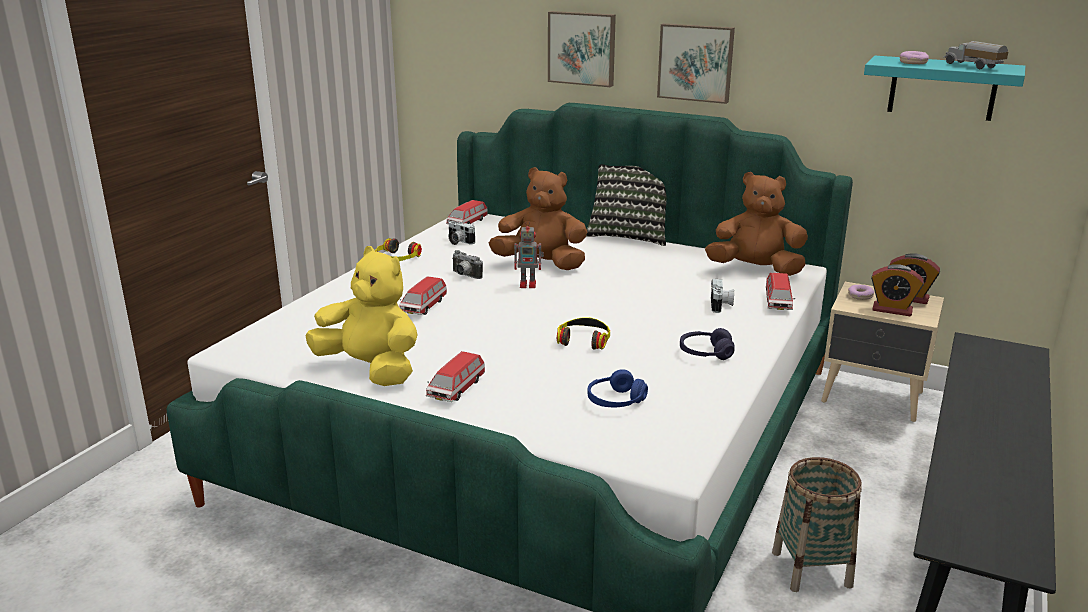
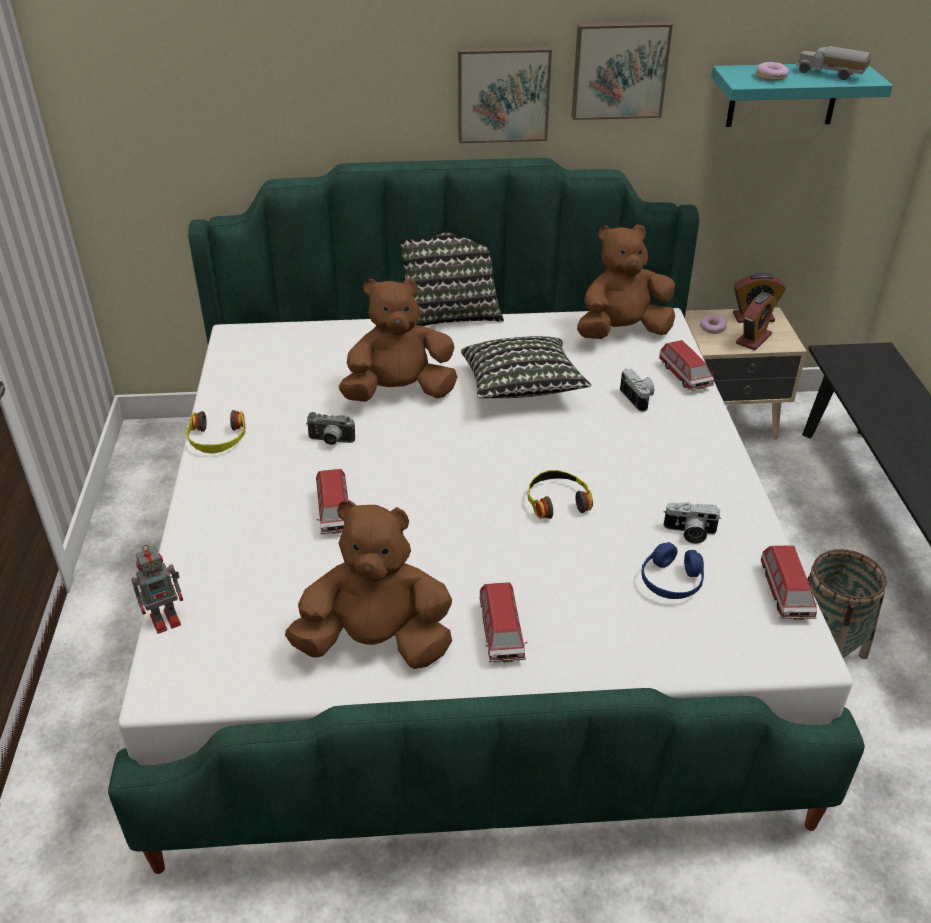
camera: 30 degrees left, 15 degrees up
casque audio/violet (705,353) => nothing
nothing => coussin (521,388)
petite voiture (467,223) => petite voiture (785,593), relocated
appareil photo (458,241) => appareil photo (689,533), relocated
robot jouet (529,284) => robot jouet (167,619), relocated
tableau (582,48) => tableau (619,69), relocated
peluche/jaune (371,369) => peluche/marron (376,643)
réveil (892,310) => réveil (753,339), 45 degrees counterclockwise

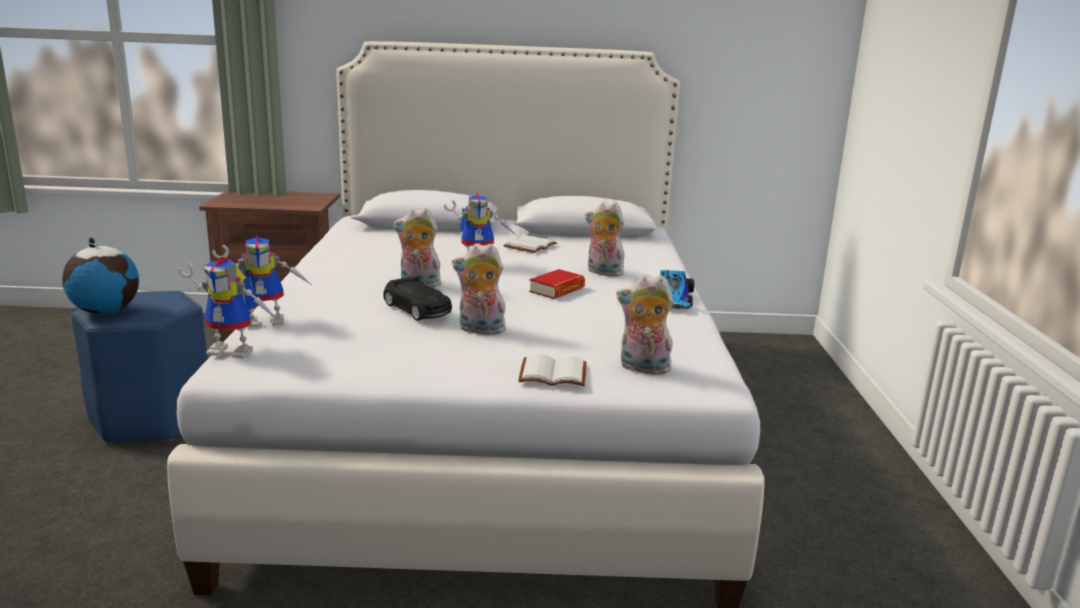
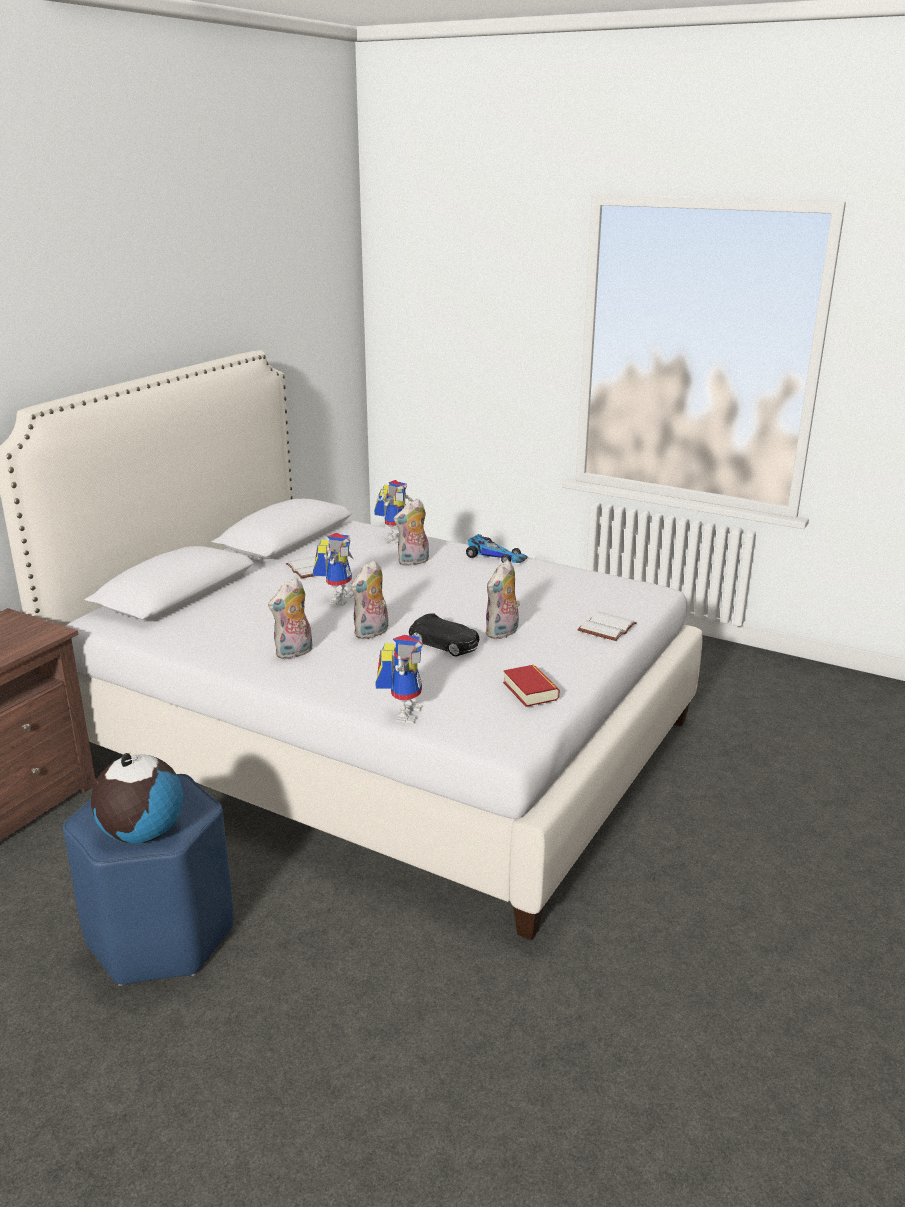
camera: 60 degrees left, 5 degrees up
robot jouet (236,350) => robot jouet (396,537), relocated
livre (557,290) => livre (530,691), relocated
peluche (642,368) => peluche (294,653), relocated
petite voiture/noir (417,309) => petite voiture/noir (445,644), 45 degrees clockwise

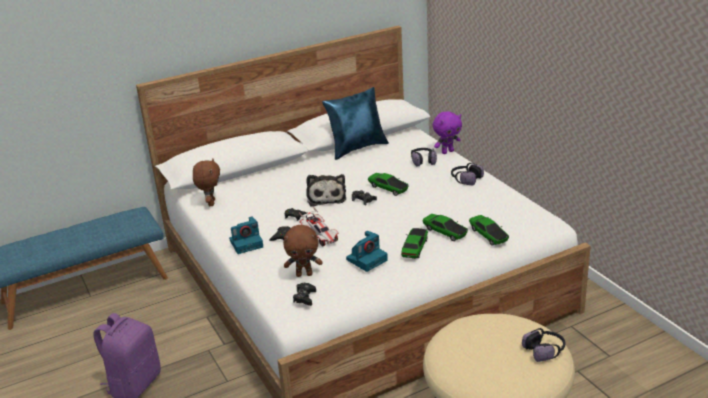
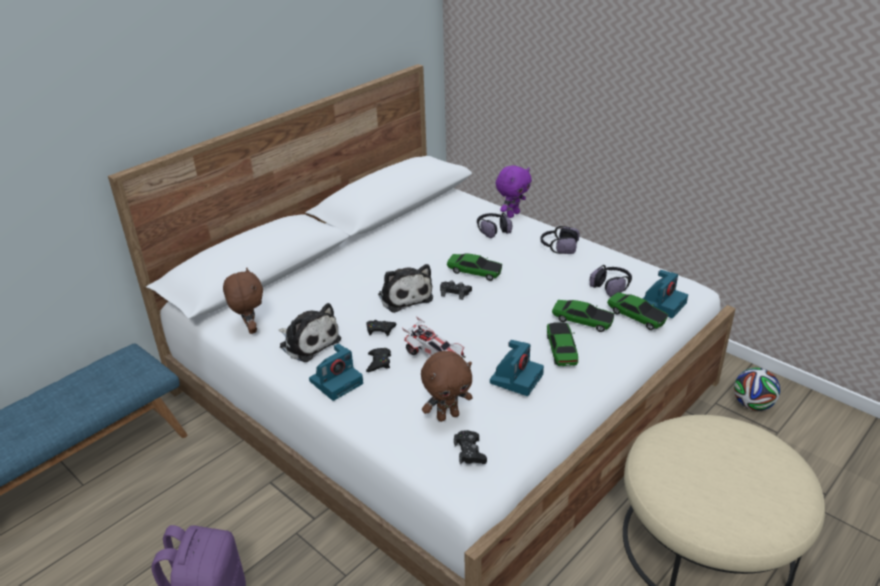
camera: 20 degrees left, 5 degrees up
coussin/bleu (357,148) => nothing
nothing => peluche (308,342)
nothing => appareil photo (662,303)
nothing => ballon de foot (752,405)
casque audio (545,350) => casque audio (611,286), relocated

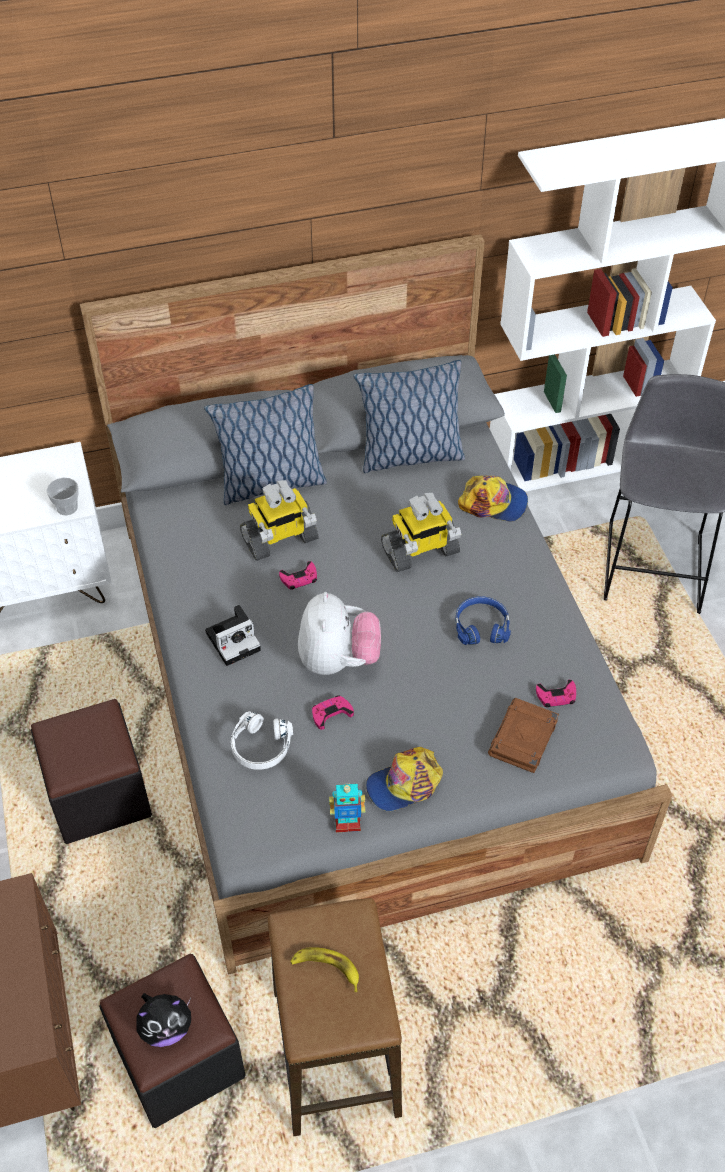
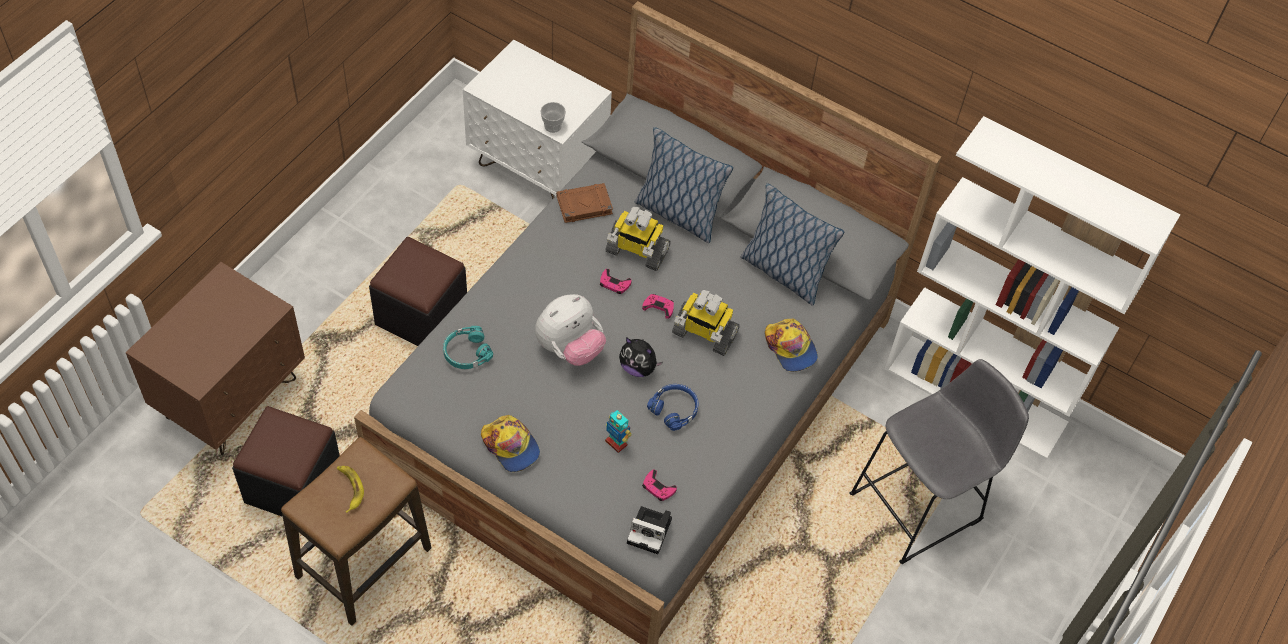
camera: 45 degrees right, 5 degrees up
peluche (166,1027) => peluche (638,368), relocated
appareil photo (234,640) => appareil photo (651,531), relocated
manette/rose (331,713) => manette/rose (659,307), relocated
robot jouet (347,823) => robot jouet (616,443), relocated
livre/marron (523,739) => livre/marron (583,205), relocated
casque audio/blanc (260,747) => casque audio/turquoise (466,352)
casquette (404,784) => casquette (511,446), 150 degrees counterclockwise

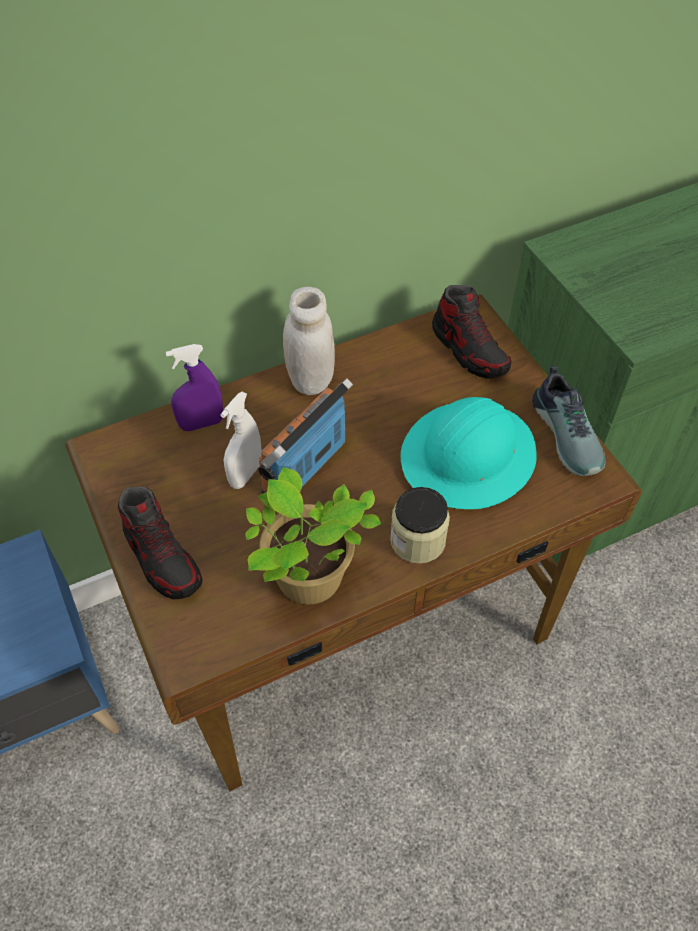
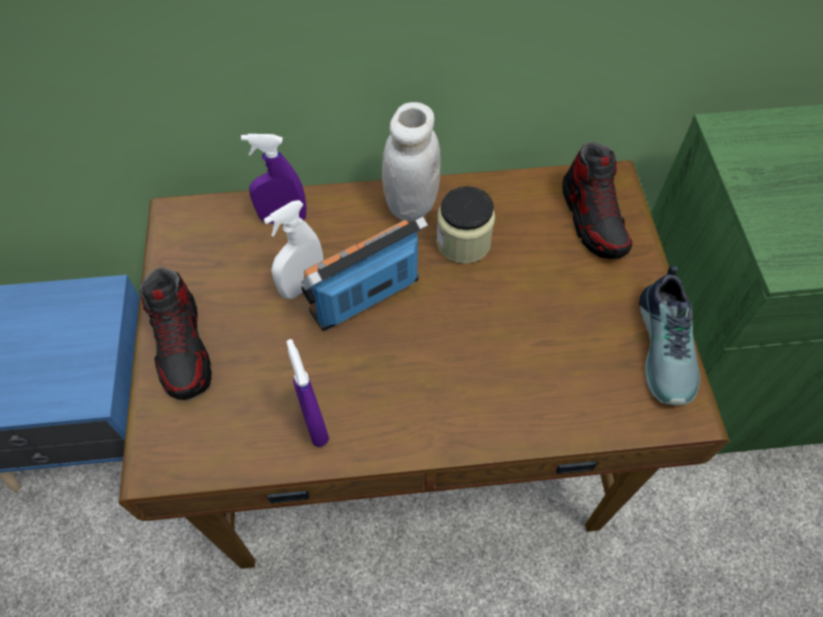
camera: 20 degrees right, 5 degrees up
casque de chantier/turquoise (469,457) => nothing
bocal (417,540) => bocal (463,242), relocated
plante en pot (309,582) => vaporisateur/violet (315,423)

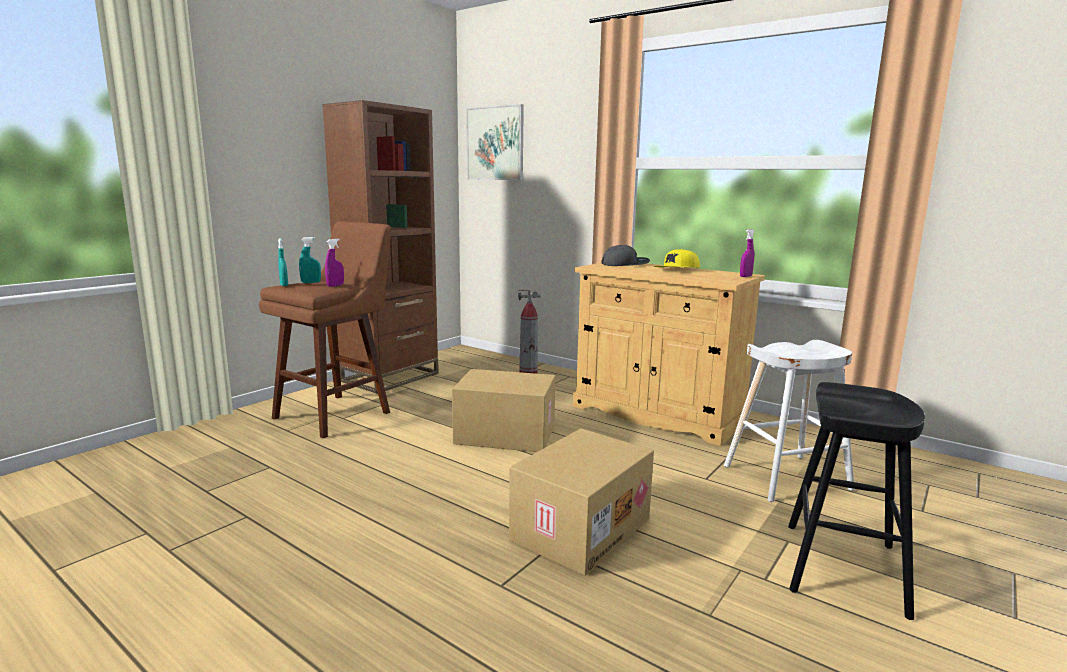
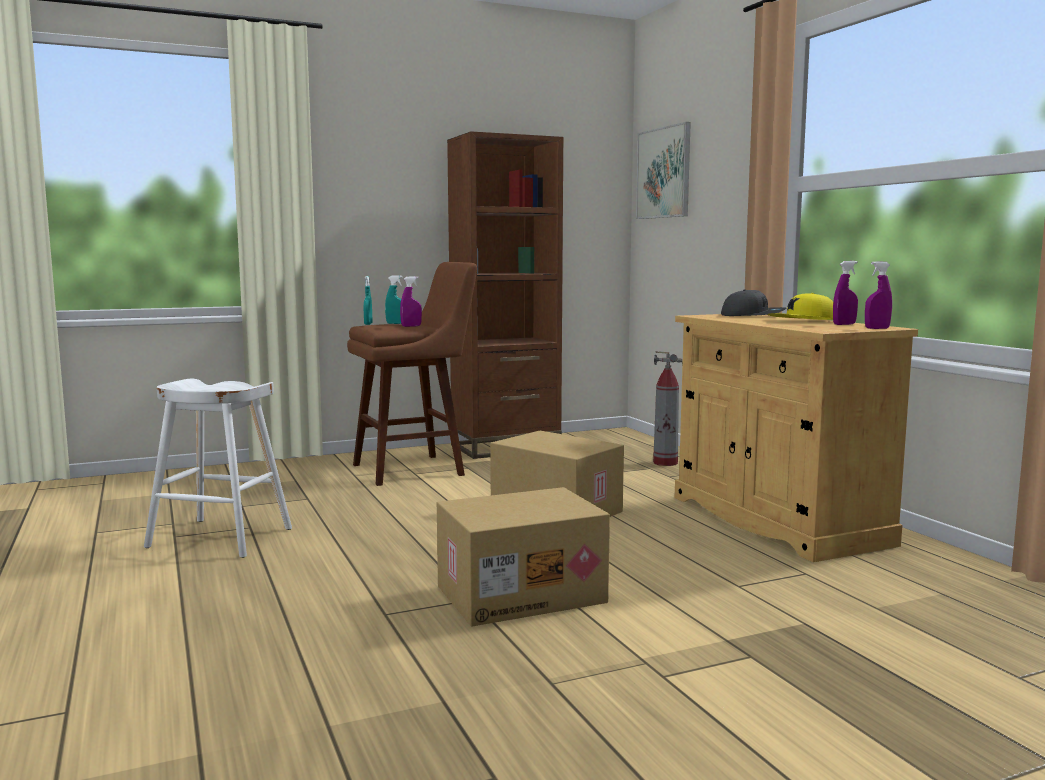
camera: 30 degrees right, 5 degrees down
tabouret/noir (843,567) => nothing
nothing => vaporisateur/violet (844,324)
tabouret/blanc (786,477) => tabouret/blanc (221,538), relocated

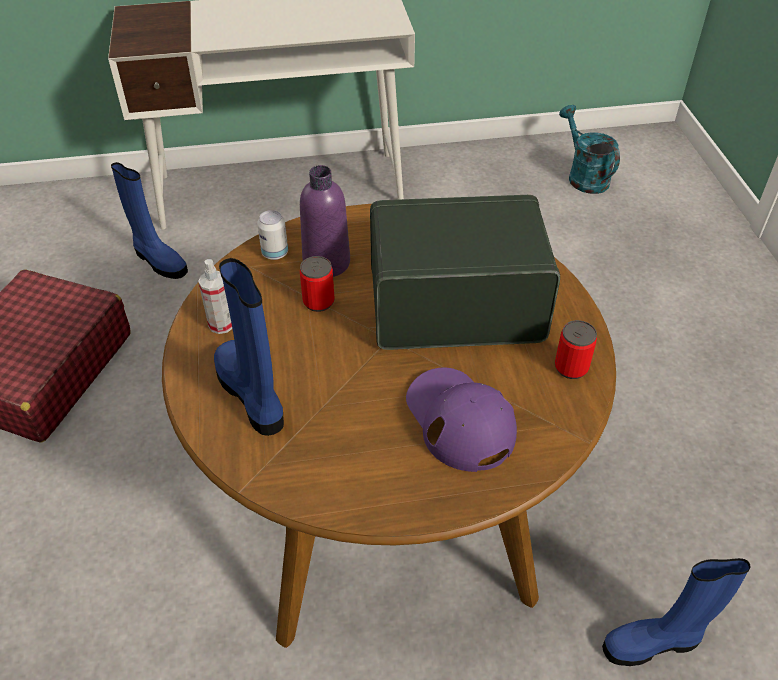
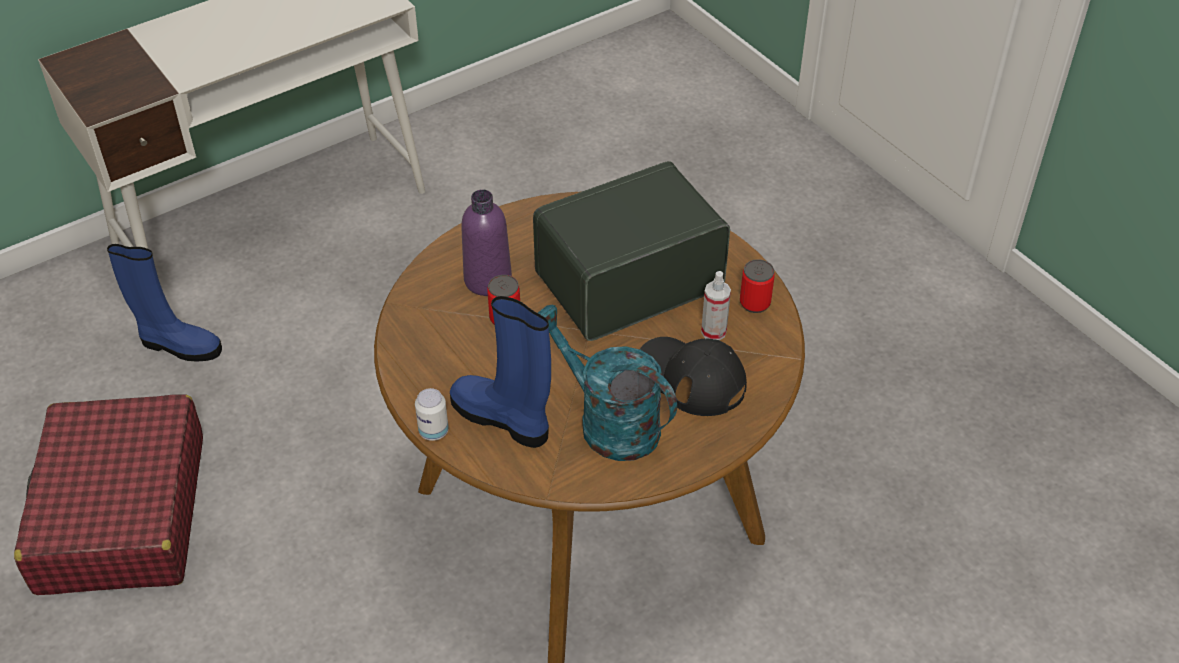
camera: 25 degrees left, 0 degrees up
botte/bleu (654,643) => nothing
vaporisateur (221,324) => vaporisateur (713,331), relocated
boîte métallique (275,253) => boîte métallique (433,431), relocated
arrosoir/turquoise (583,176) => arrosoir/turquoise (607,422), relocated
casquette/violet (459,420) => casquette/noir (690,377)

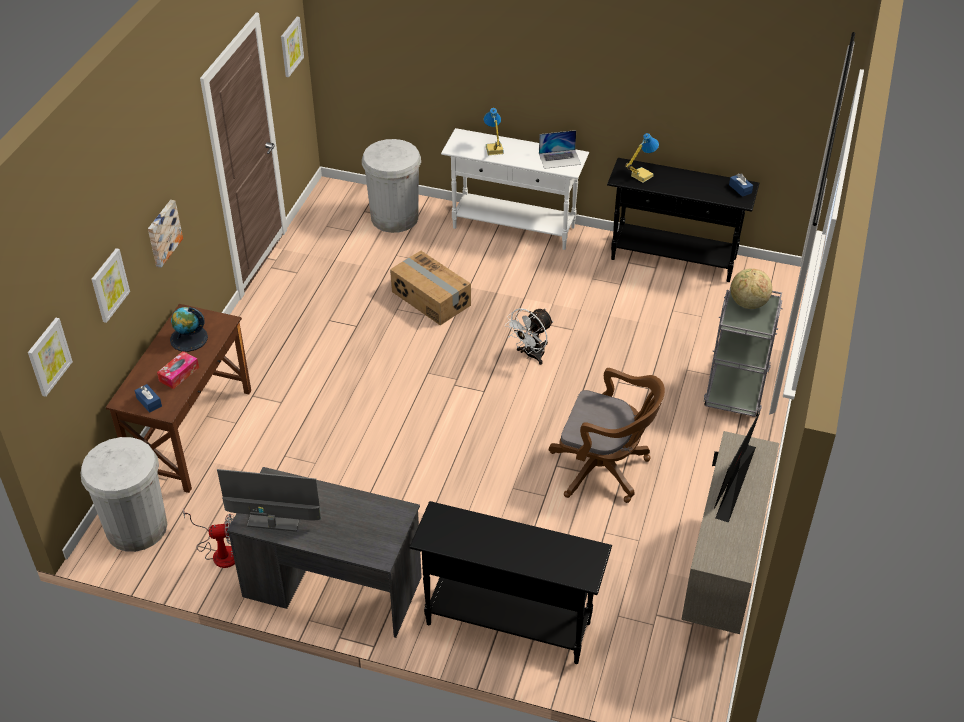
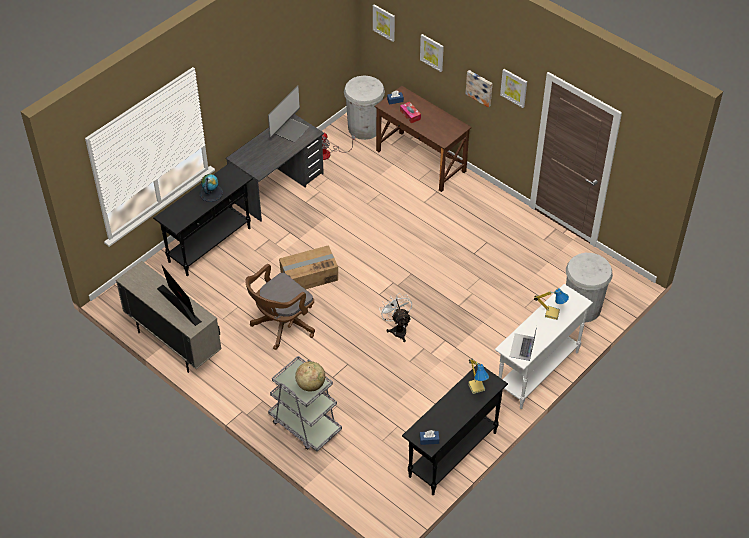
camera: 115 degrees right, 5 degrees up
globe (189,338) => globe (211,193), relocated
tableau (291,46) => tableau (514,87), relocated
carton (430,299) => carton (309,276), relocated

